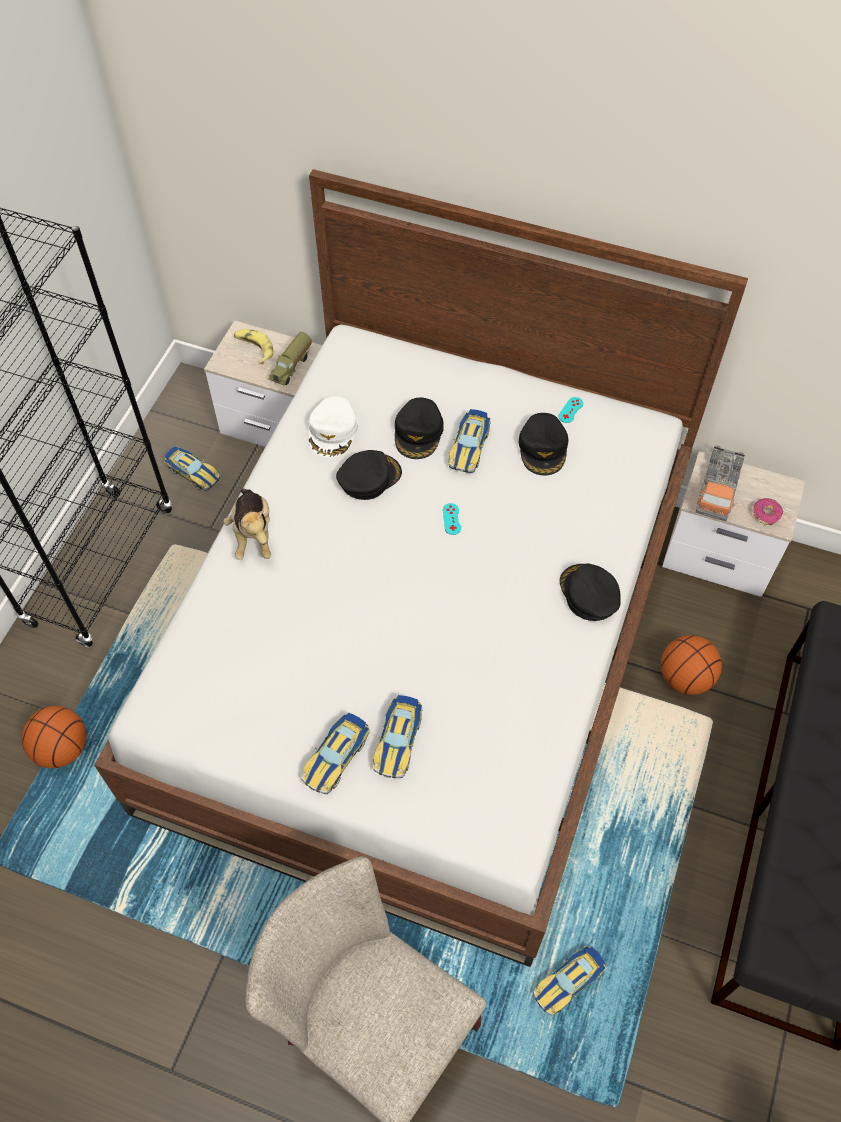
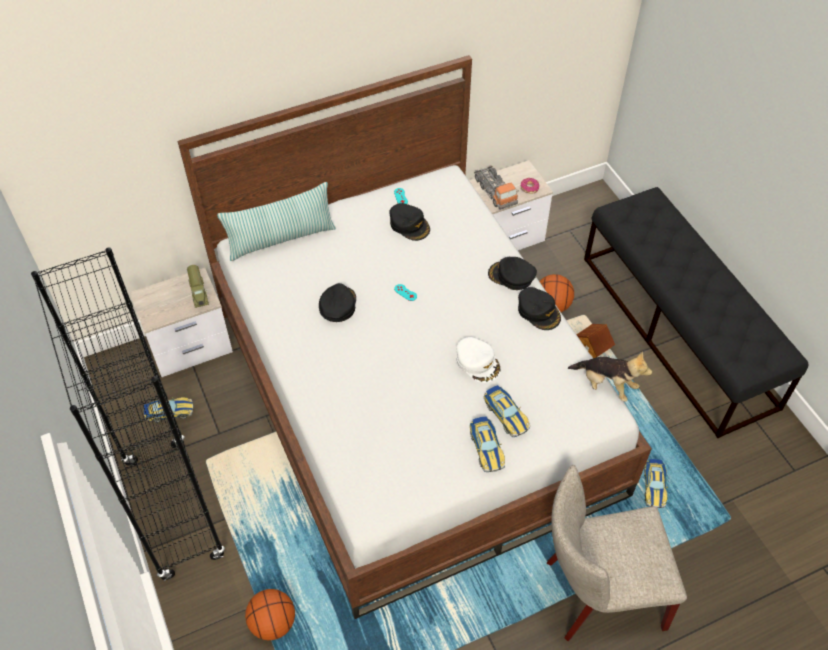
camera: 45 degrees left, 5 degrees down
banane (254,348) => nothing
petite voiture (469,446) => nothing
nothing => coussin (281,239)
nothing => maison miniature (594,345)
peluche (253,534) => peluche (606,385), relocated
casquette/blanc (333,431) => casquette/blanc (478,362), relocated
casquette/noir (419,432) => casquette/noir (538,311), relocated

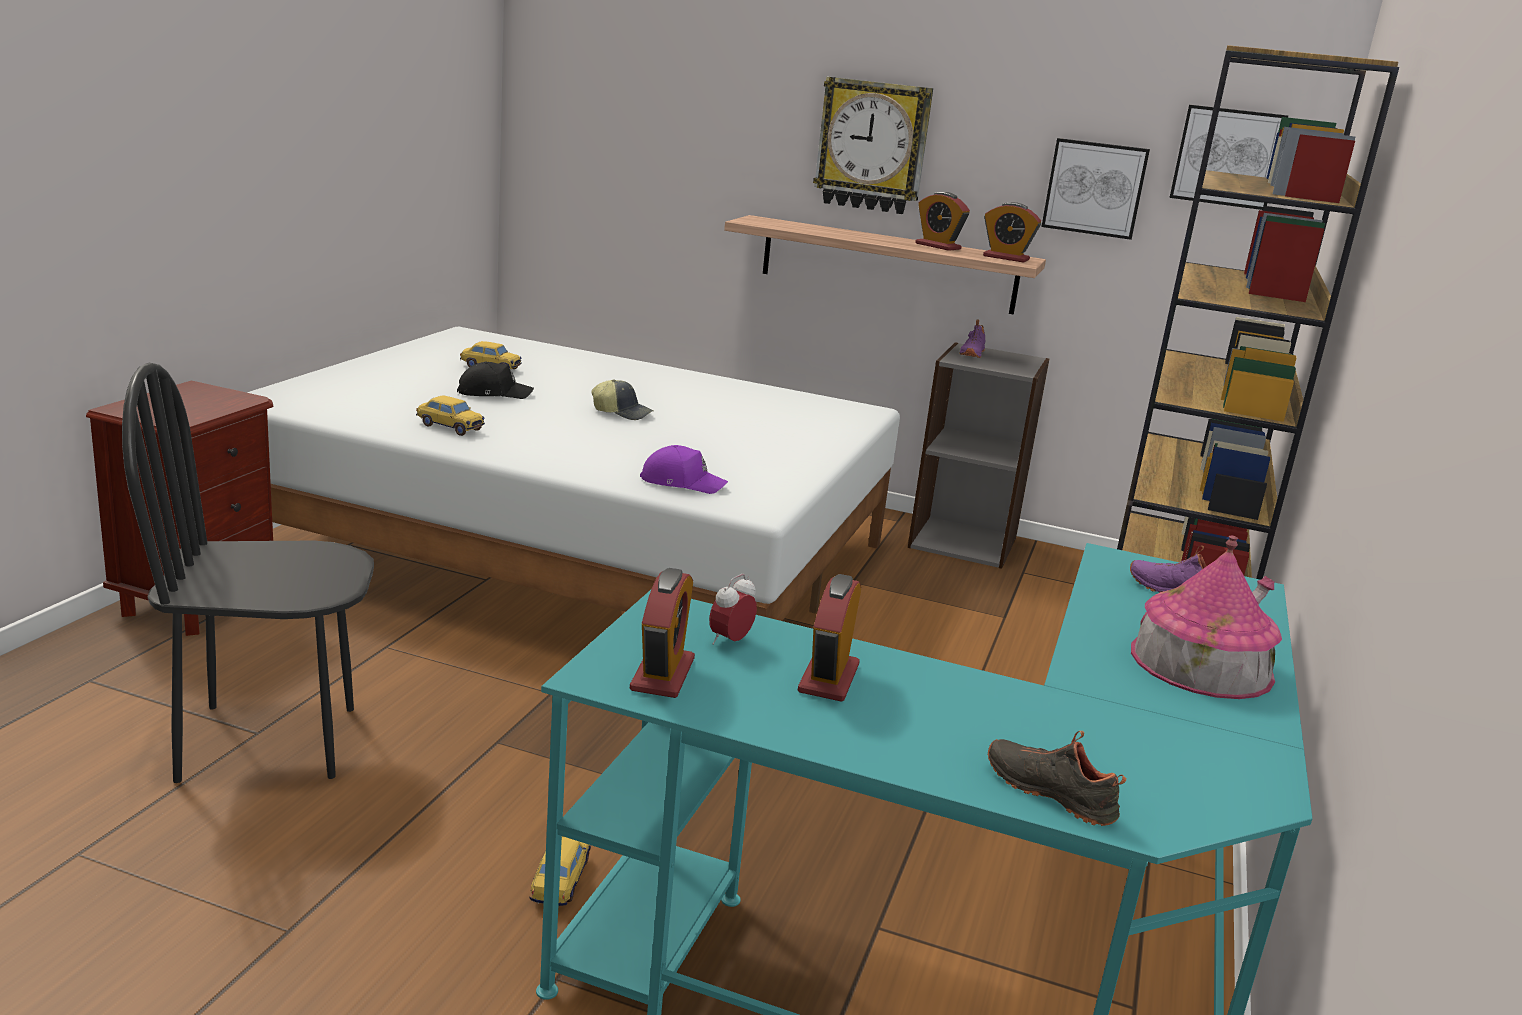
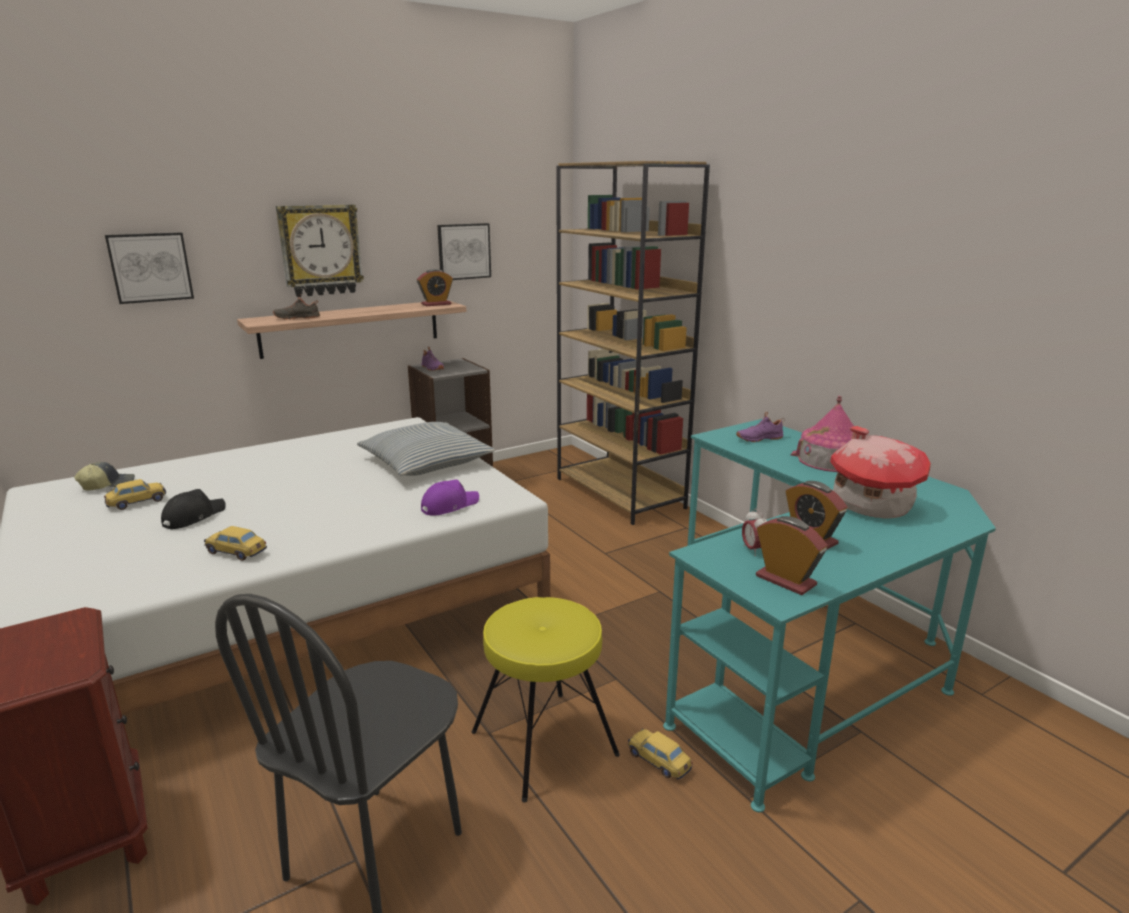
camera: 50 degrees left, 0 degrees up
réveil (938,246) => nothing
nothing => coussin (426,462)
nothing => tabouret/jaune (543,743)
nothing => maison miniature (869,505)
casquette (622,413) => casquette (108,485), relocated
chaussure/noir (1051,792) => chaussure/noir (297,318), relocated
tableau (1227,157) => tableau (150,267), relocated
petite voiture (450,427) => petite voiture (237,552), 135 degrees counterclockwise

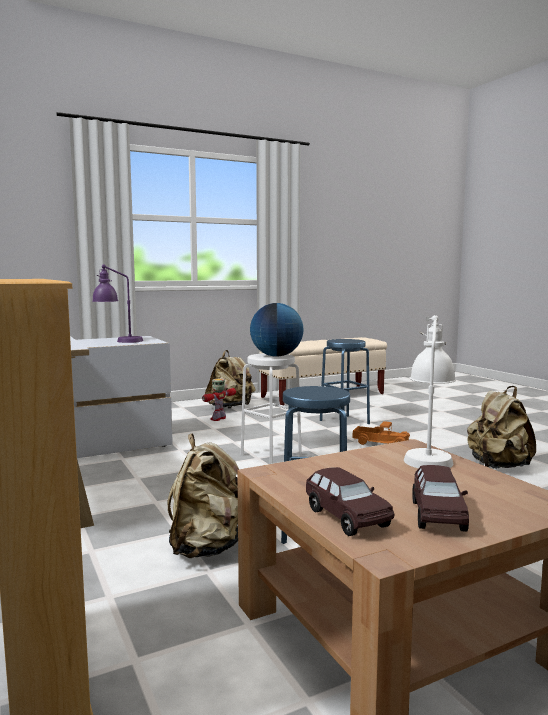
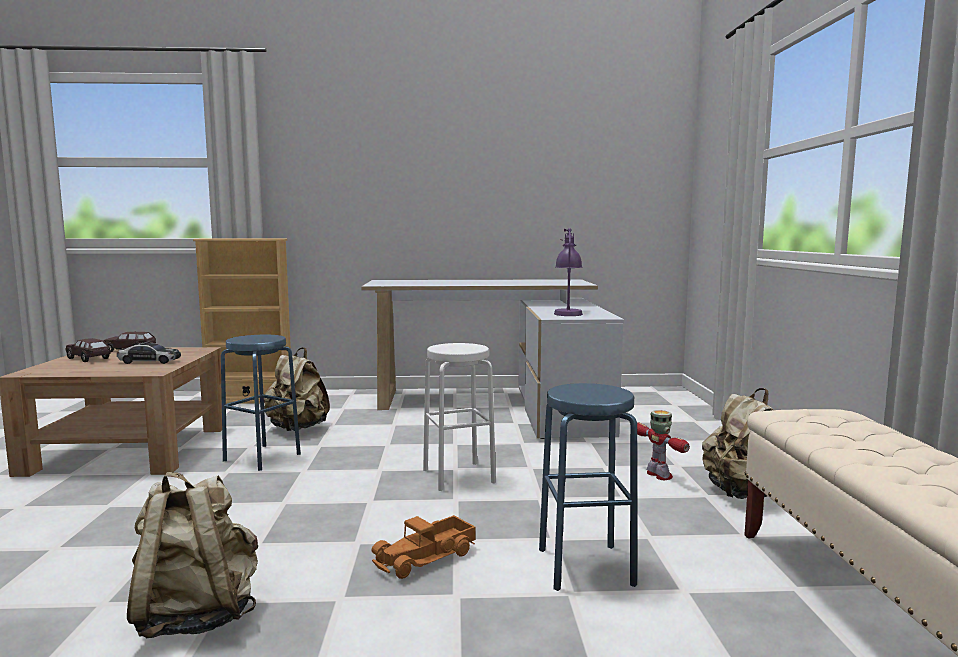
camera: 115 degrees right, 0 degrees up
globe (276,356) => nothing
lampe de table/blanc (428,455) => nothing
nothing => petite voiture (149,361)

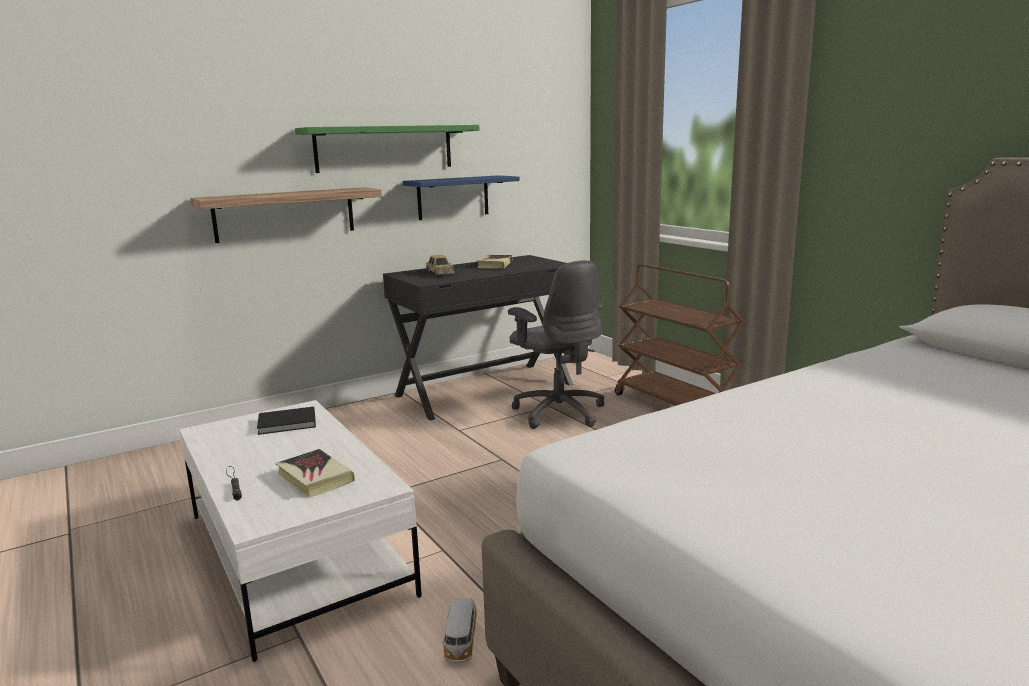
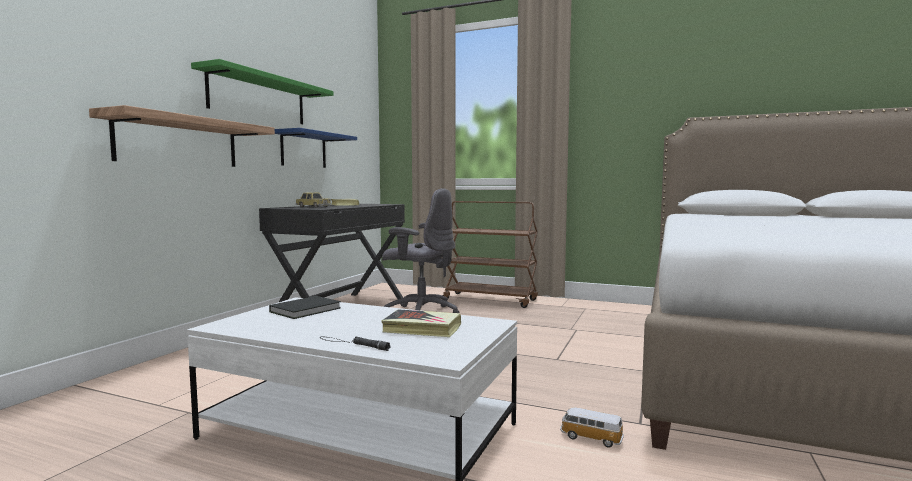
camera: 35 degrees left, 10 degrees down
petite voiture (460,642) => petite voiture (590,438), 150 degrees clockwise

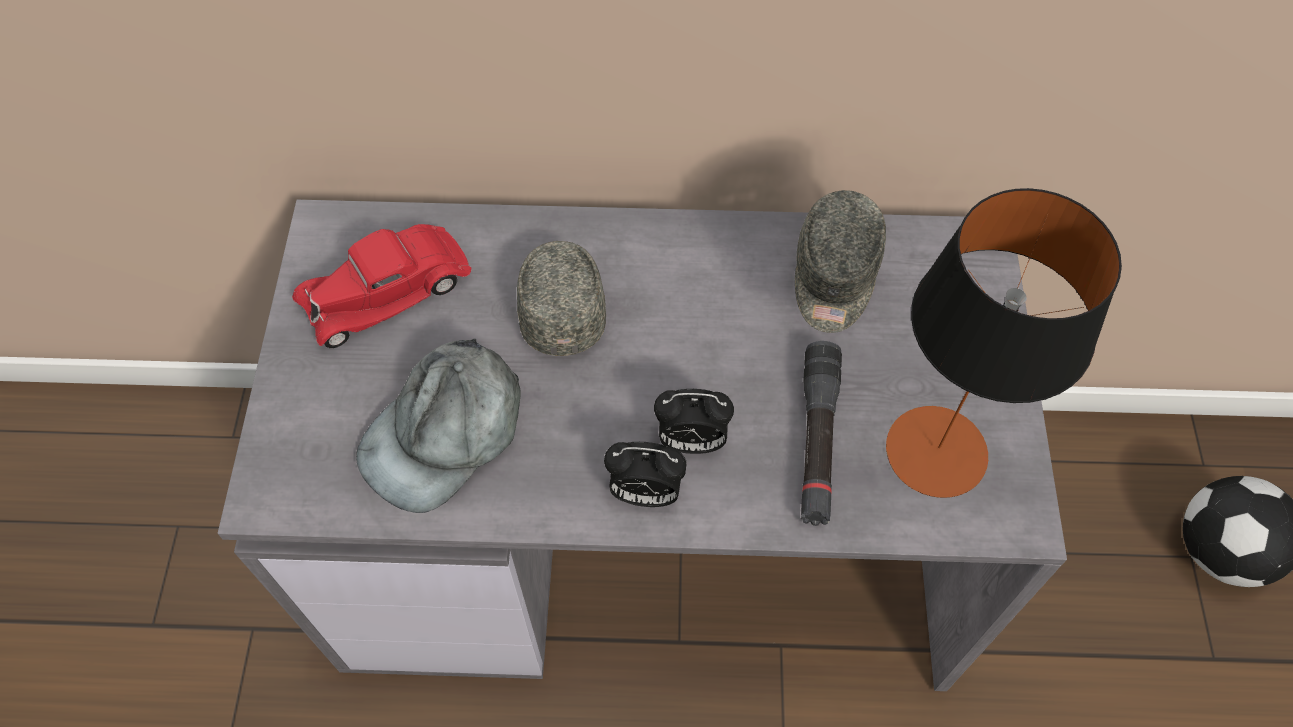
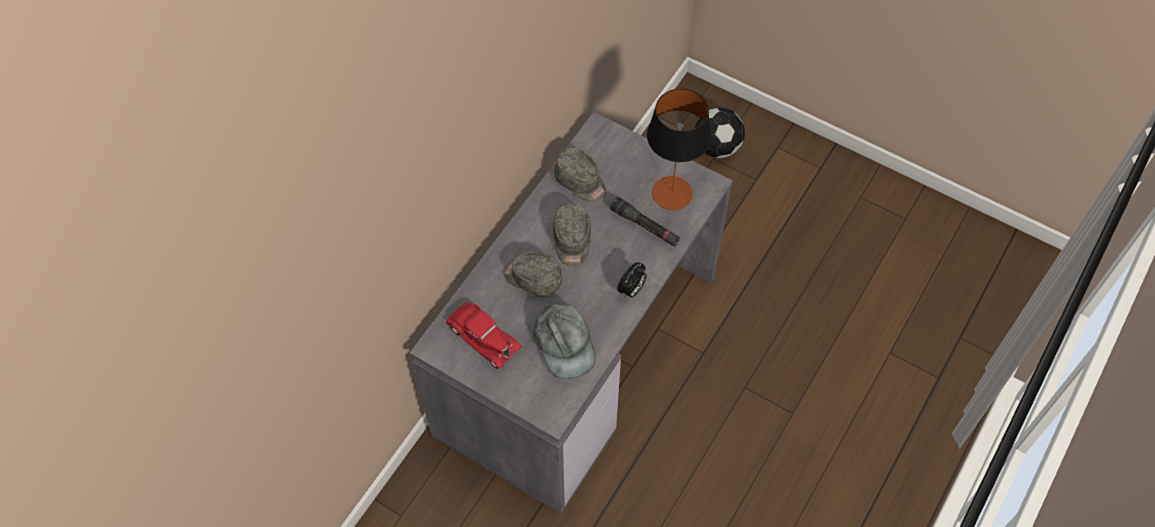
camera: 60 degrees left, 0 degrees up
réveil (691,441) => nothing
nothing => casquette/gris (572,241)
petite voiture/rouge (386,291) => petite voiture/rouge (483,337), 45 degrees counterclockwise

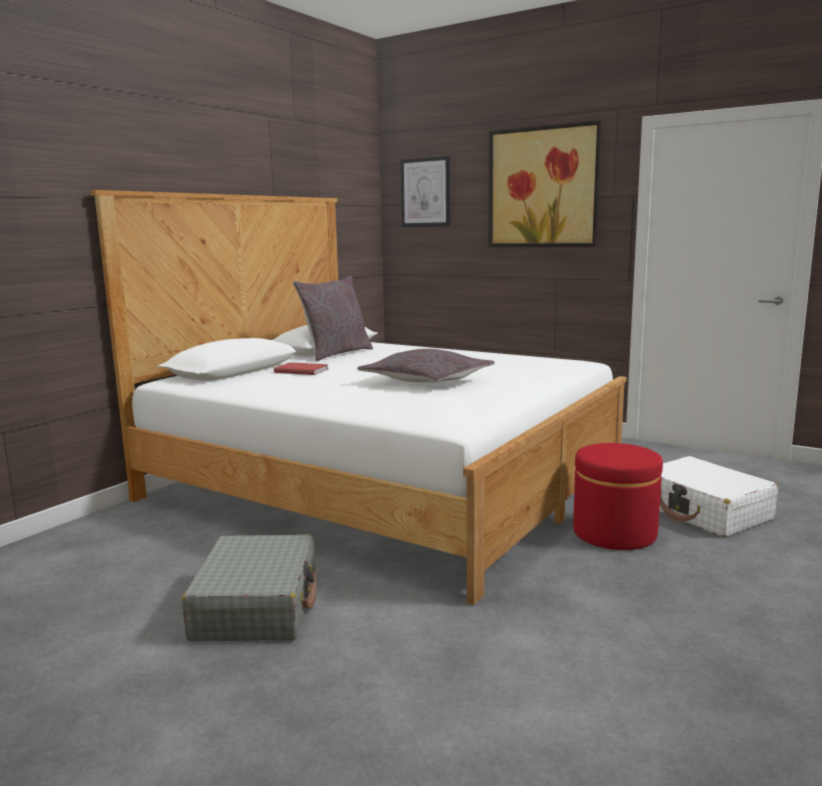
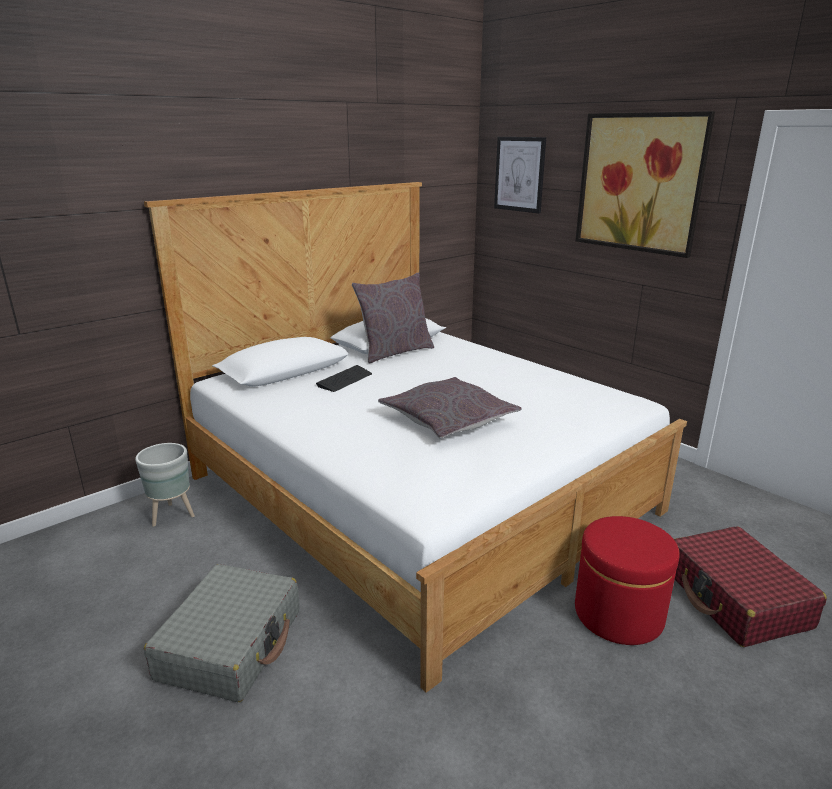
camera: 15 degrees right, 10 degrees up
nothing => cache-pot/gris (173,515)
livre/rouge (302,370) => clavier (345,380)
valise/blanc (704,511) => valise/rouge (735,599)

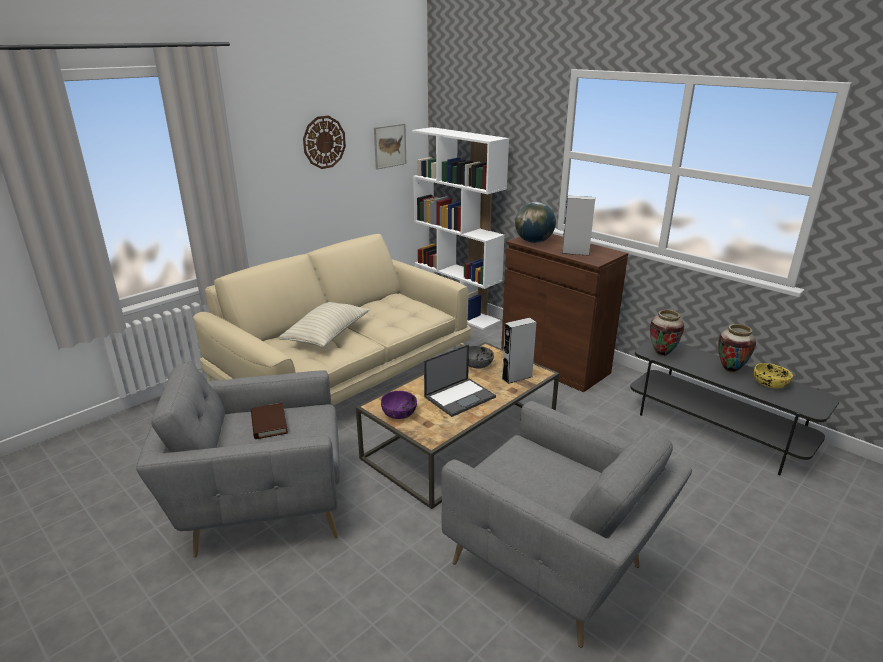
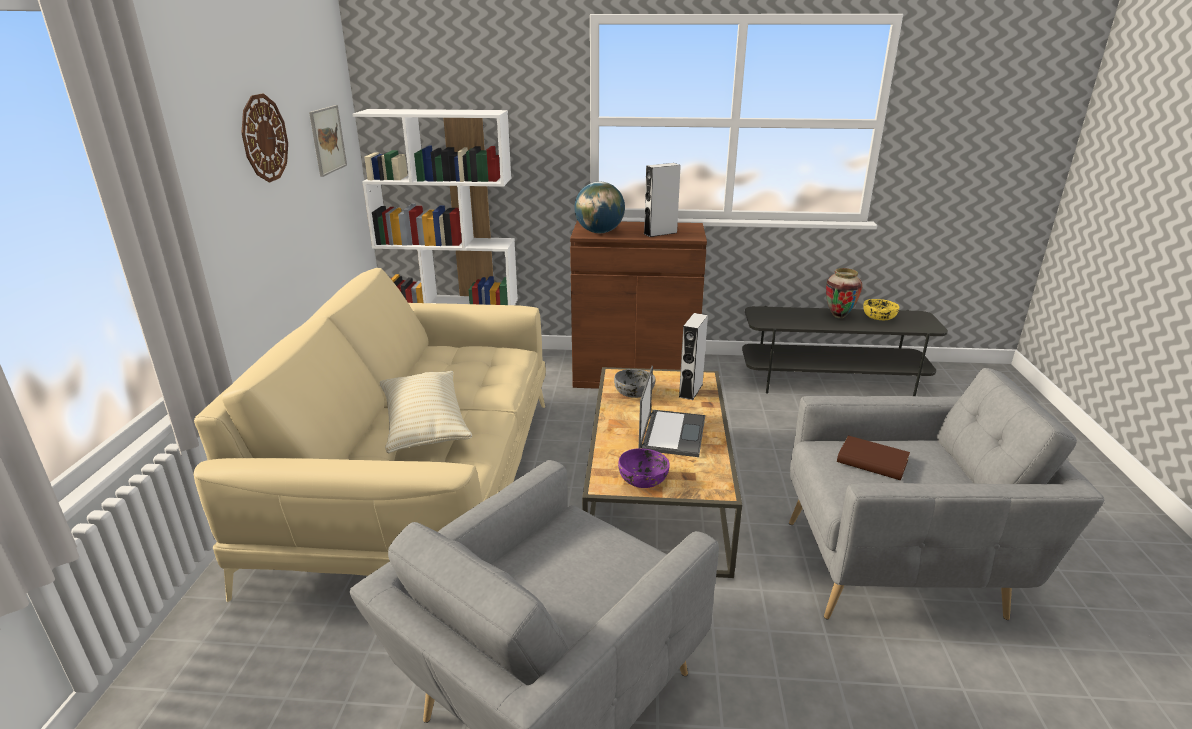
camera: 40 degrees left, 0 degrees up
vase (662,353) => nothing
livre/marron (269,423) => livre/marron (872,461), relocated

